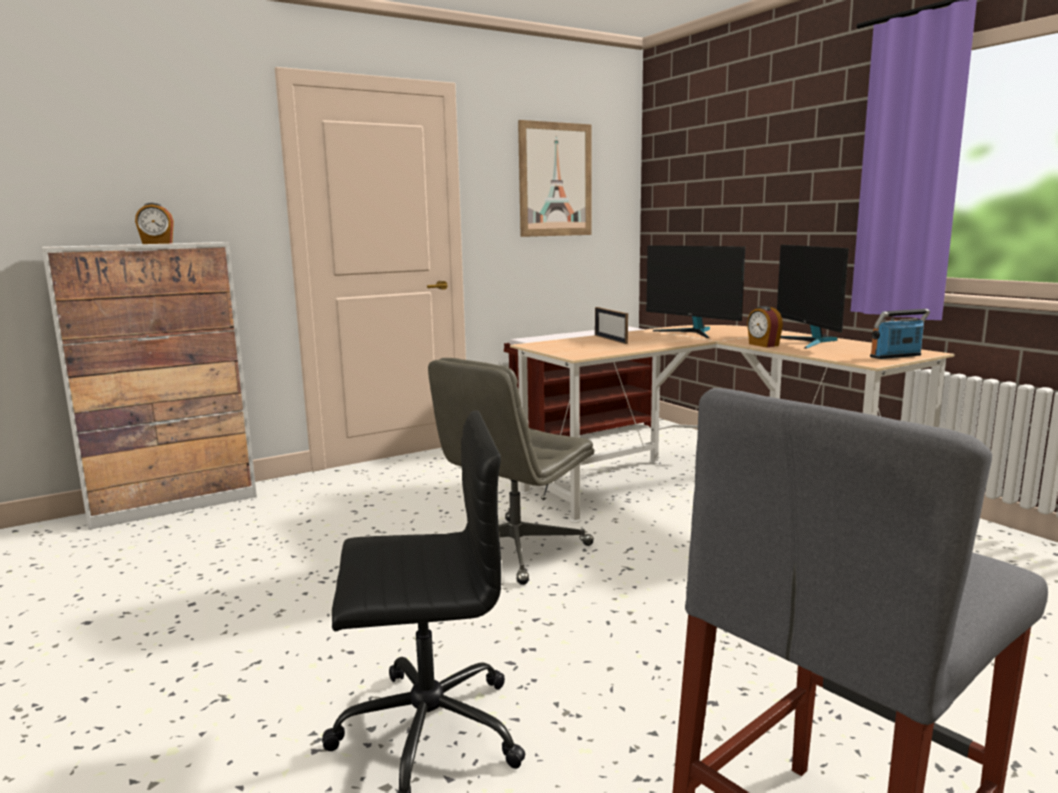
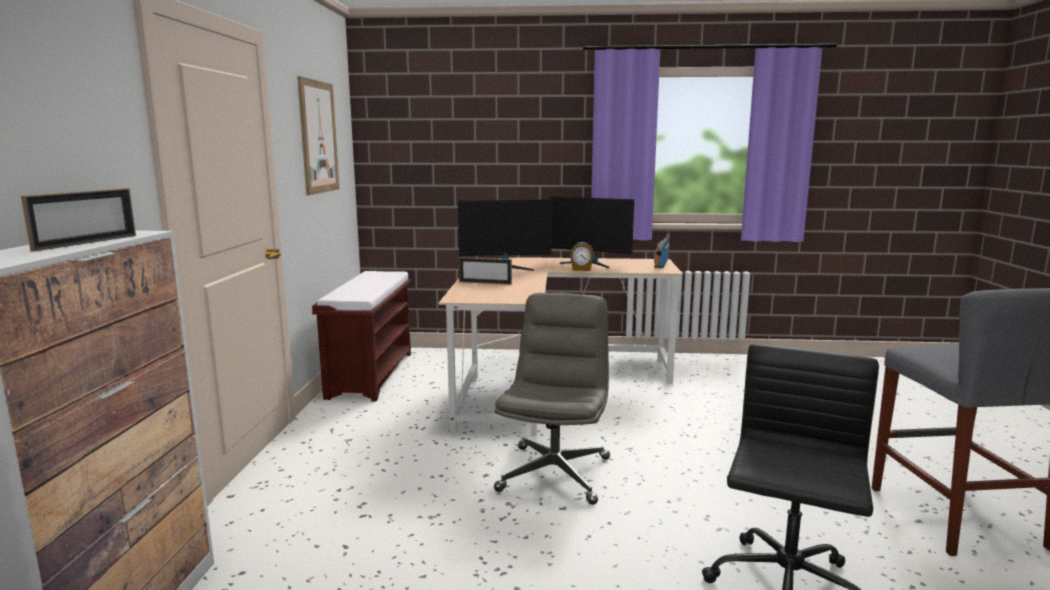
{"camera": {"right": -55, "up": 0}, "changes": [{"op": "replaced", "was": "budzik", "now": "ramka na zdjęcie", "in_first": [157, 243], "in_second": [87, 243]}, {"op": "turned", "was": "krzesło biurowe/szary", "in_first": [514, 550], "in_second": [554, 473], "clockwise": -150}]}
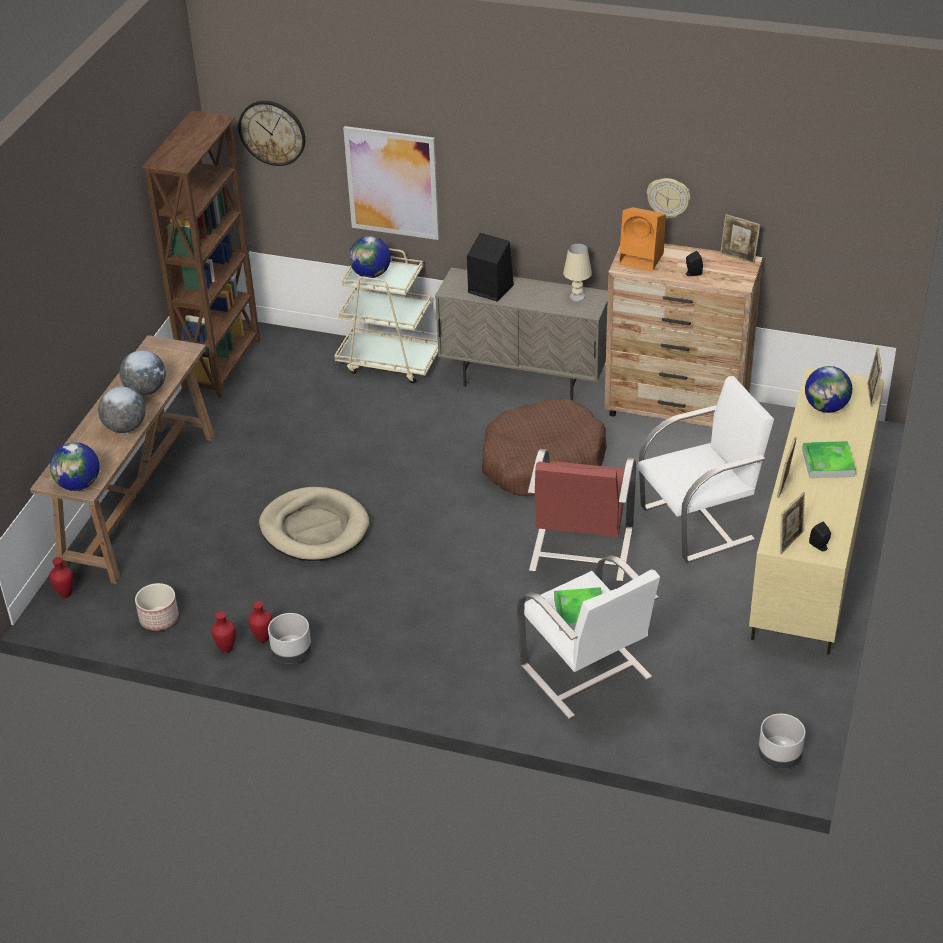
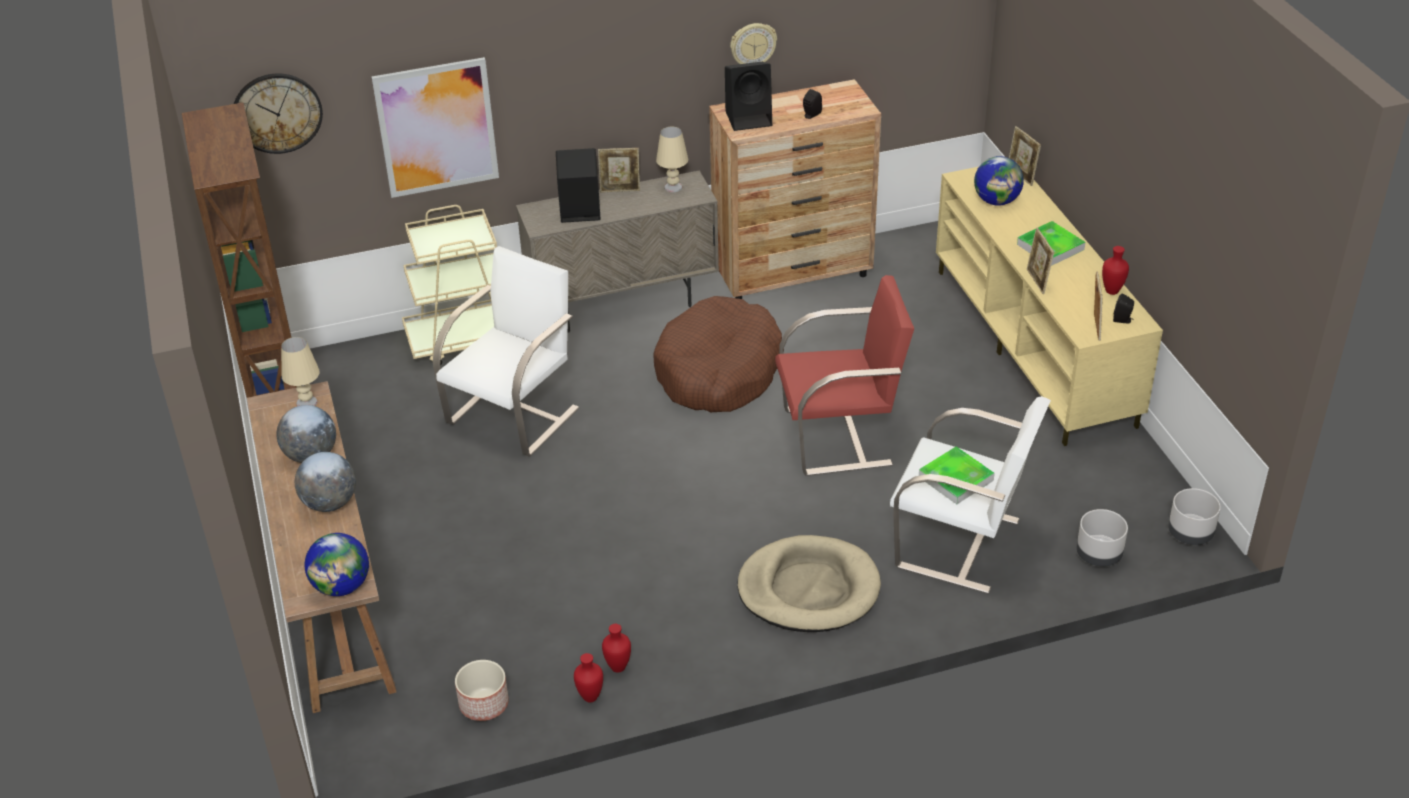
{"camera": {"right": -35, "up": 0}, "changes": [{"op": "recoloured", "was": "głośnik/pomarańczowy", "now": "głośnik/czarny", "in_first": [642, 259], "in_second": [750, 118]}, {"op": "moved", "was": "ramka na zdjęcie", "in_first": [738, 257], "in_second": [620, 190]}, {"op": "removed", "was": "globus", "in_first": [371, 274]}, {"op": "moved", "was": "fotel/biały", "in_first": [698, 523], "in_second": [514, 415]}, {"op": "turned", "was": "fotel/czerwony", "in_first": [581, 550], "in_second": [839, 436], "clockwise": -75}, {"op": "moved", "was": "legowisko/beżowy", "in_first": [314, 528], "in_second": [808, 589]}, {"op": "moved", "was": "wazon/czerwony", "in_first": [65, 595], "in_second": [1112, 292]}, {"op": "moved", "was": "donica/szary", "in_first": [291, 653], "in_second": [1098, 555]}, {"op": "added", "now": "lampa stołowa/beżowy", "in_second": [307, 402]}]}
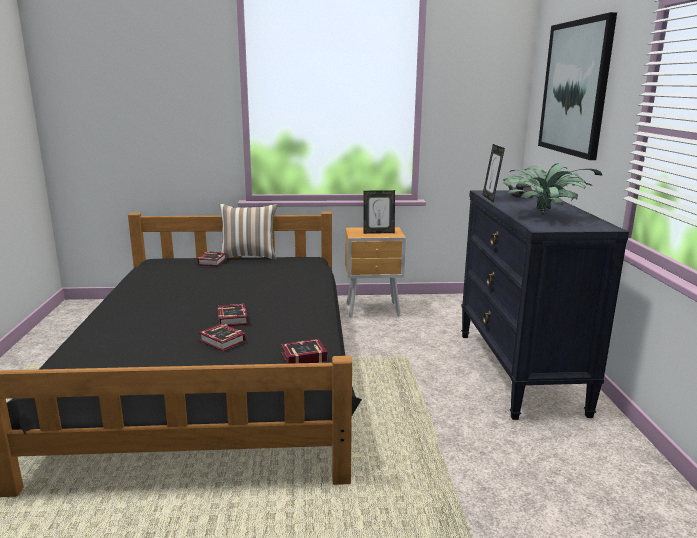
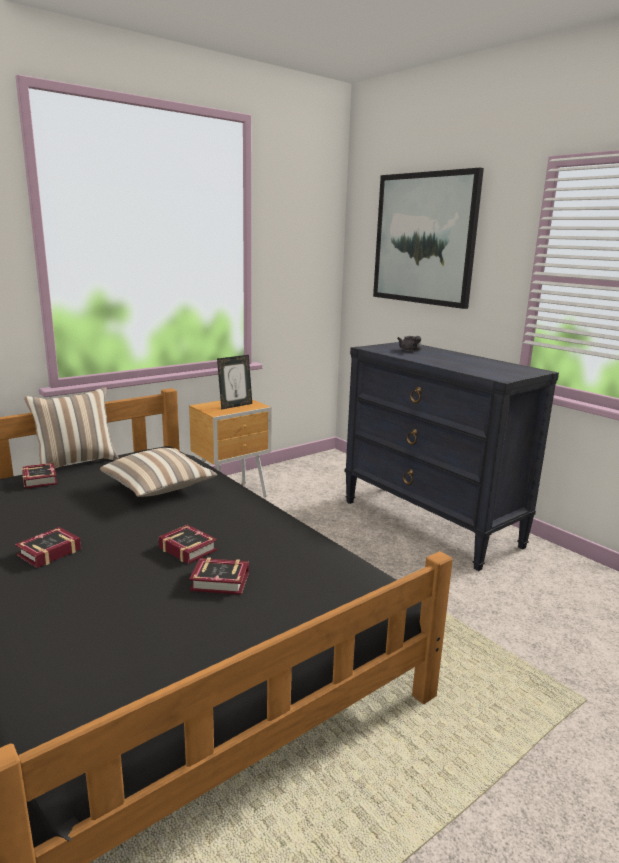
{"camera": {"right": -35, "up": 0}, "changes": [{"op": "removed", "was": "ramka na zdjęcie", "in_first": [490, 198]}, {"op": "removed", "was": "roślina doniczkowa", "in_first": [543, 216]}, {"op": "moved", "was": "książka", "in_first": [301, 357], "in_second": [46, 552]}, {"op": "added", "now": "poduszka", "in_second": [159, 488]}]}
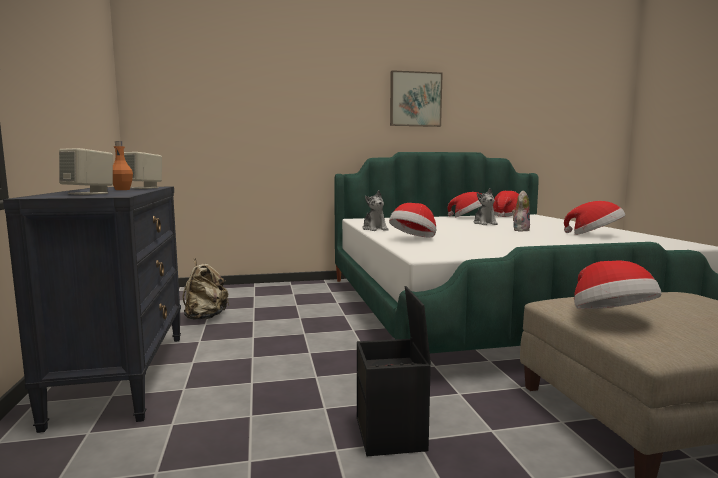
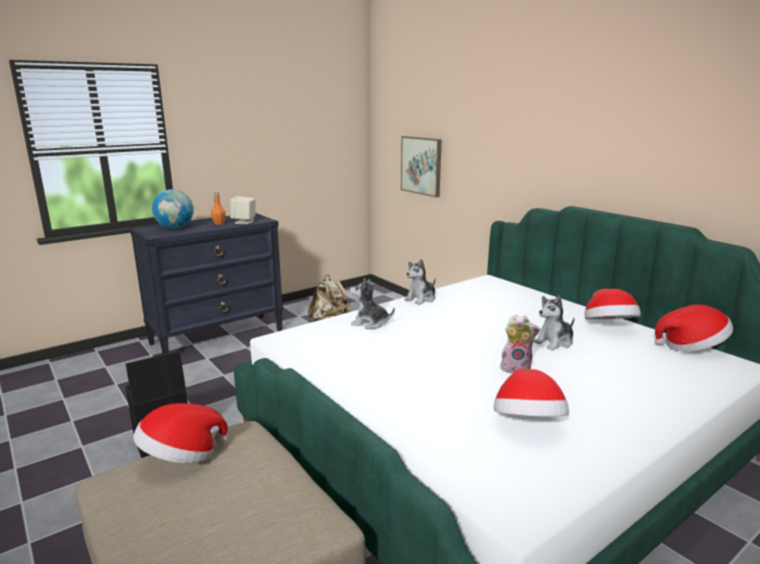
{"camera": {"right": 65, "up": 10}, "changes": [{"op": "moved", "was": "obraz", "in_first": [415, 99], "in_second": [421, 165]}, {"op": "replaced", "was": "głośnik/beżowy", "now": "globus", "in_first": [89, 193], "in_second": [175, 228]}, {"op": "replaced", "was": "kapelusz", "now": "pluszak", "in_first": [413, 239], "in_second": [370, 323]}]}
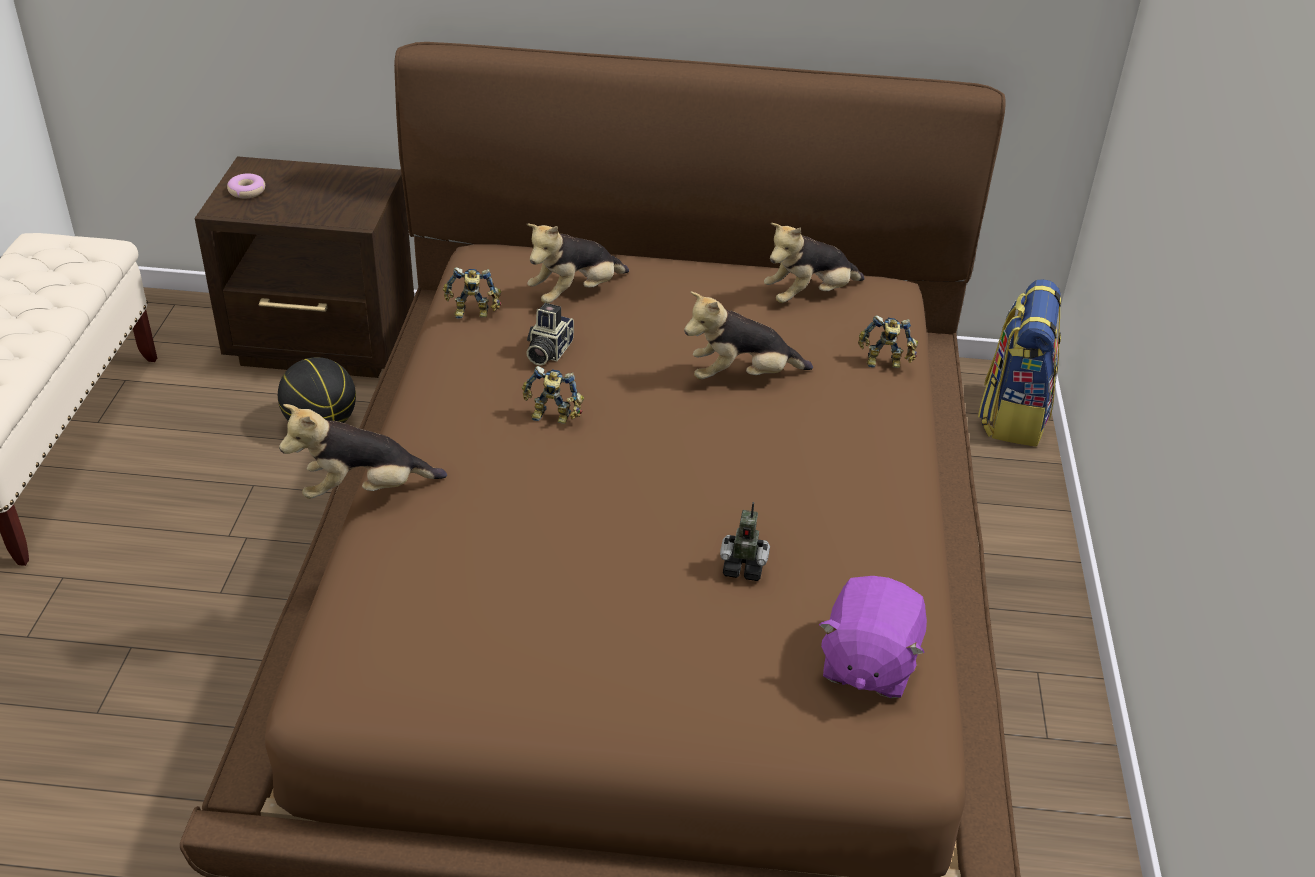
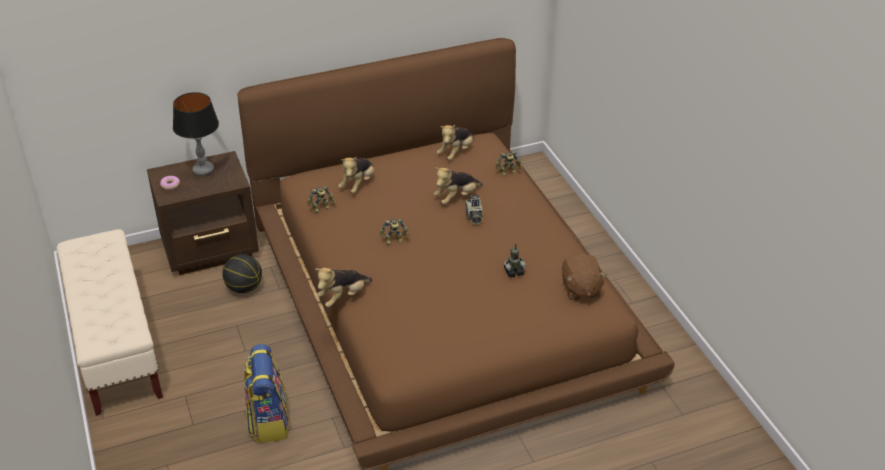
{"camera": {"right": -25, "up": 0}, "changes": [{"op": "moved", "was": "plecak", "in_first": [1012, 415], "in_second": [268, 420]}, {"op": "moved", "was": "aparat fotograficzny", "in_first": [547, 351], "in_second": [473, 217]}, {"op": "recoloured", "was": "pluszak/fioletowy", "now": "pluszak/brązowy", "in_first": [867, 663], "in_second": [580, 289]}, {"op": "added", "now": "lampa stołowa", "in_second": [203, 170]}]}
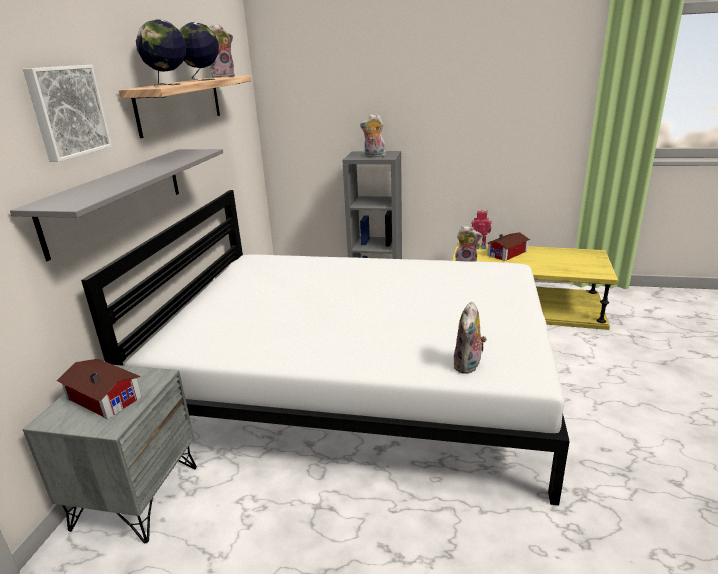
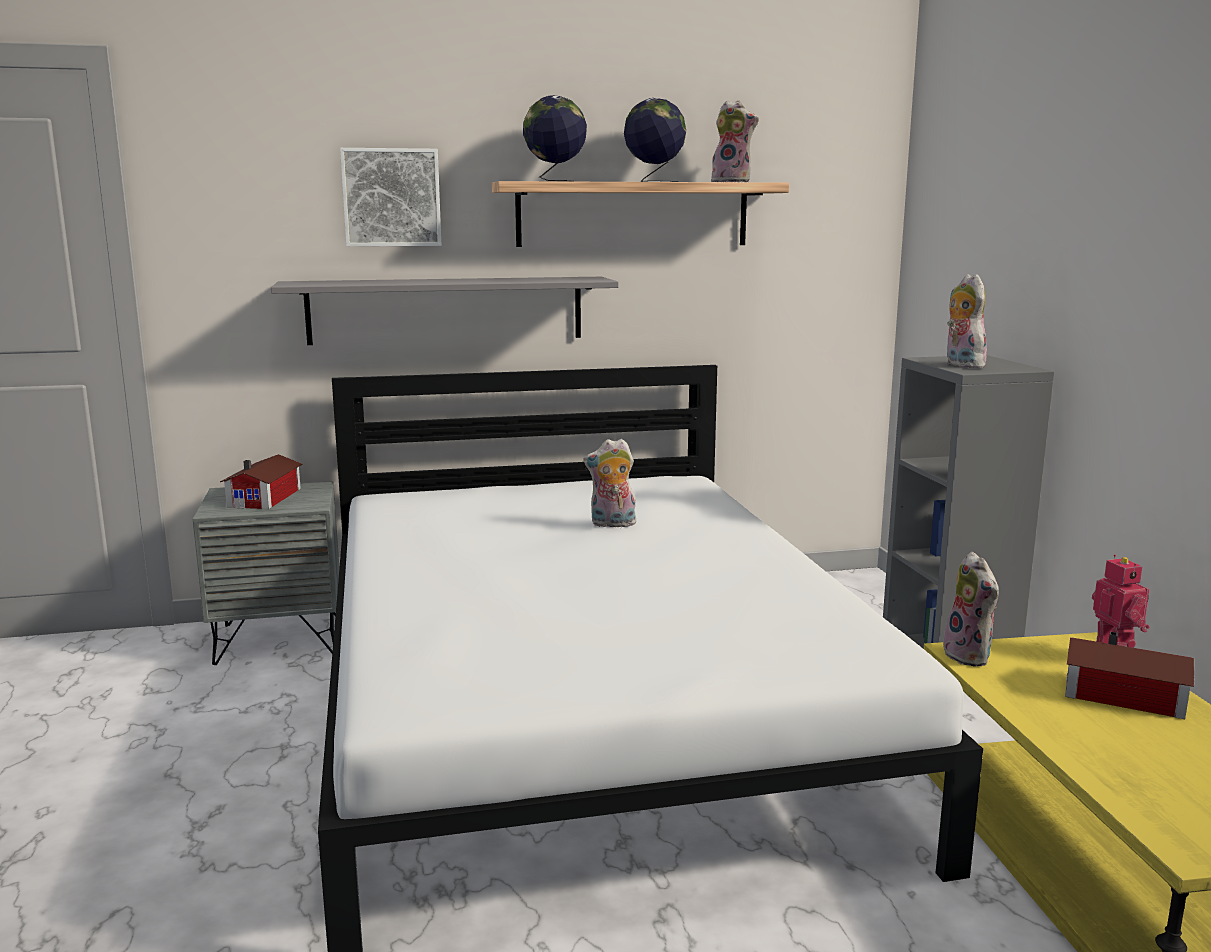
{"camera": {"right": 65, "up": -10}, "changes": [{"op": "moved", "was": "pluszak", "in_first": [468, 366], "in_second": [612, 524]}]}
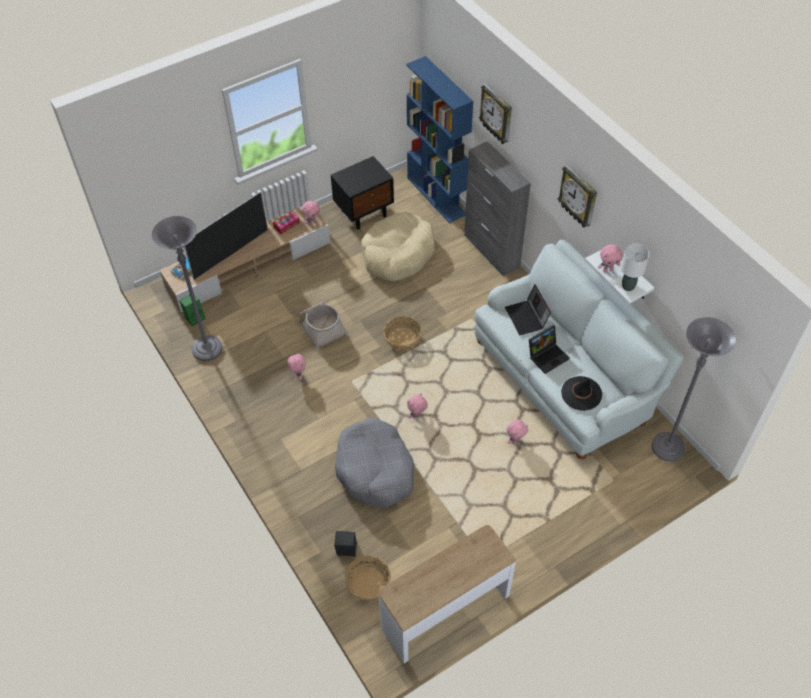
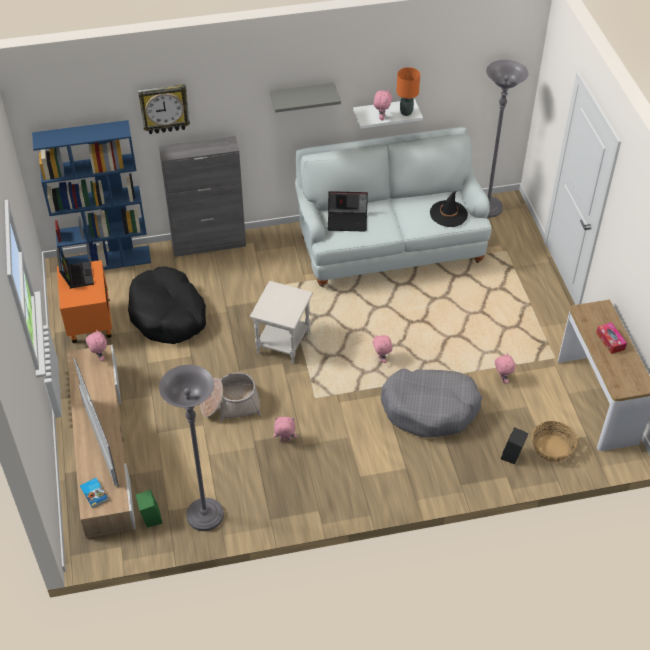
{"camera": {"right": -70, "up": -5}, "changes": [{"op": "recoloured", "was": "szafka nocna/czarny", "now": "szafka nocna/pomarańczowy", "in_first": [364, 213], "in_second": [90, 324]}, {"op": "replaced", "was": "zegar ścienny", "now": "półka/szary", "in_first": [578, 197], "in_second": [302, 96]}, {"op": "moved", "was": "pudełko chusteczek", "in_first": [286, 225], "in_second": [610, 341]}, {"op": "recoloured", "was": "legowisko/beżowy", "now": "legowisko/czarny", "in_first": [397, 254], "in_second": [168, 314]}, {"op": "recoloured", "was": "lampa stołowa/biały", "now": "lampa stołowa/pomarańczowy", "in_first": [628, 287], "in_second": [406, 112]}, {"op": "replaced", "was": "koszyk", "now": "stolik/biały", "in_first": [402, 339], "in_second": [282, 343]}, {"op": "moved", "was": "laptop", "in_first": [547, 355], "in_second": [76, 275]}, {"op": "moved", "was": "pluszak/różowy", "in_first": [515, 441], "in_second": [502, 379]}]}
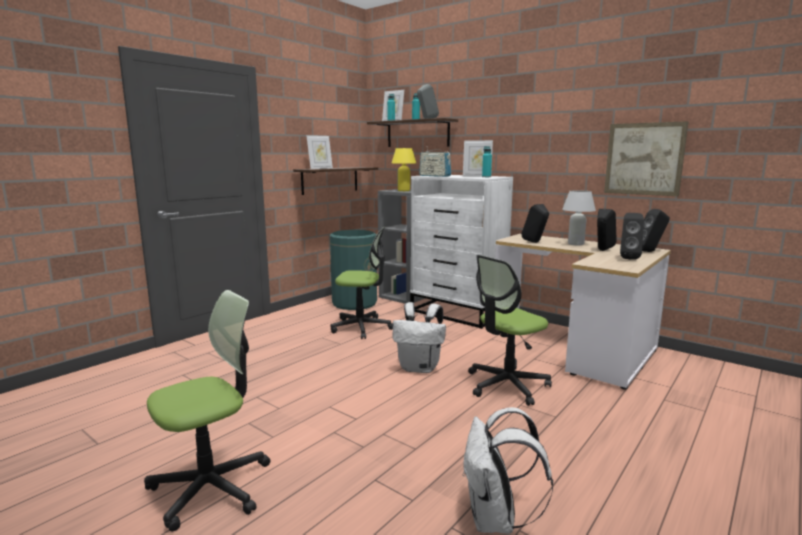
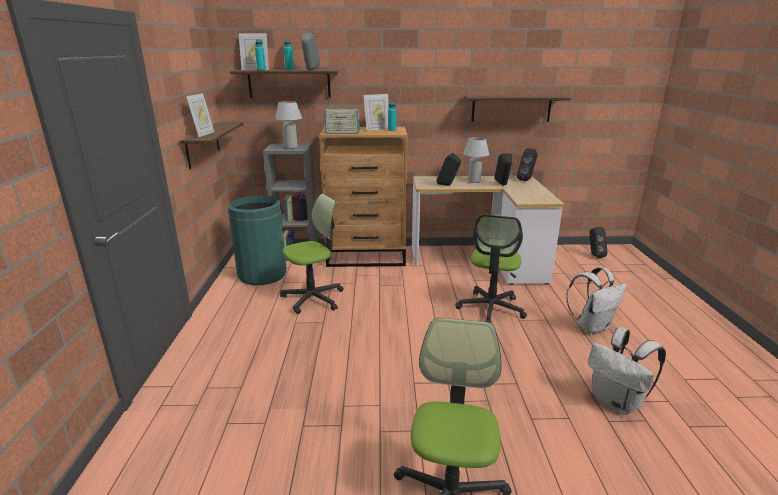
{"camera": {"right": -40, "up": 10}, "changes": [{"op": "replaced", "was": "obraz", "now": "półka", "in_first": [644, 159], "in_second": [511, 108]}, {"op": "recoloured", "was": "lampa stołowa/żółty", "now": "lampa stołowa/biały", "in_first": [403, 190], "in_second": [291, 147]}, {"op": "recoloured", "was": "komoda/biały", "now": "komoda/brązowy", "in_first": [458, 313], "in_second": [367, 257]}, {"op": "moved", "was": "głośnik/czarny", "in_first": [629, 258], "in_second": [594, 255]}, {"op": "moved", "was": "plecak/biały", "in_first": [420, 368], "in_second": [591, 327]}]}
